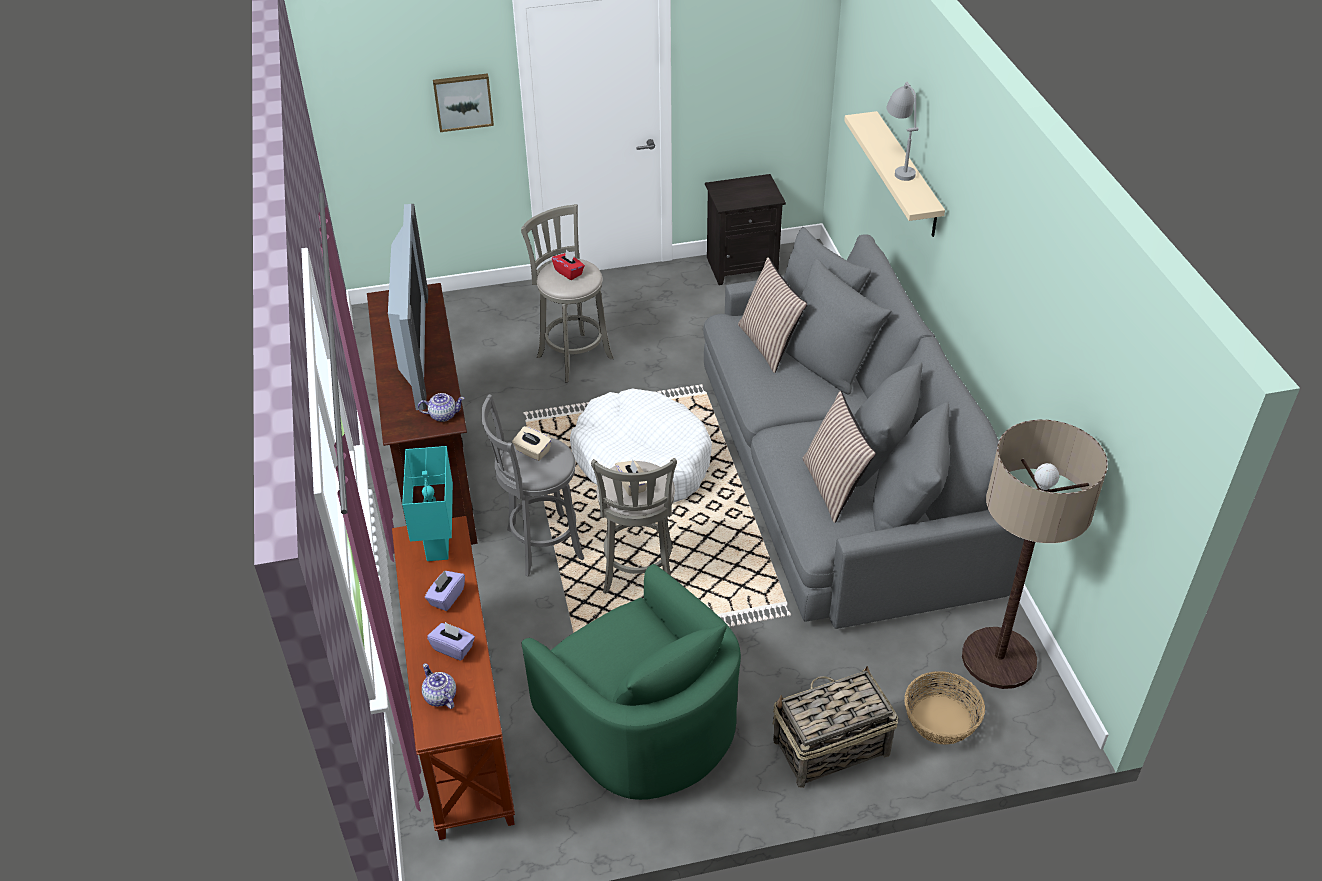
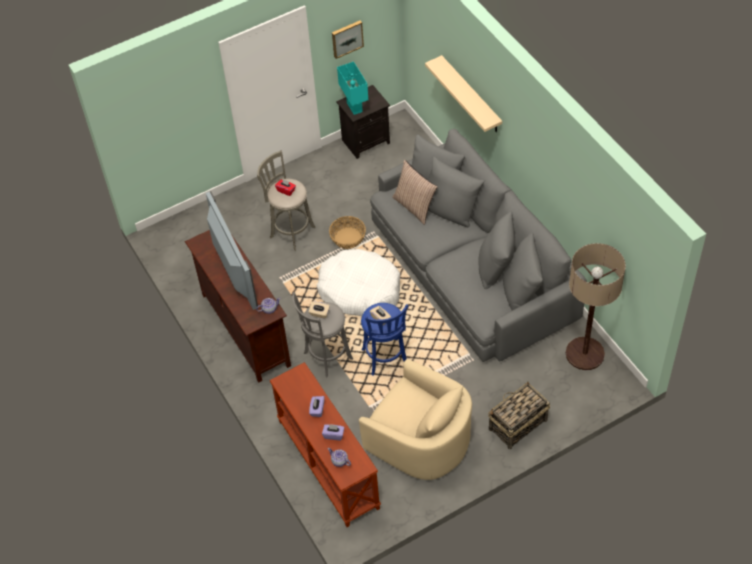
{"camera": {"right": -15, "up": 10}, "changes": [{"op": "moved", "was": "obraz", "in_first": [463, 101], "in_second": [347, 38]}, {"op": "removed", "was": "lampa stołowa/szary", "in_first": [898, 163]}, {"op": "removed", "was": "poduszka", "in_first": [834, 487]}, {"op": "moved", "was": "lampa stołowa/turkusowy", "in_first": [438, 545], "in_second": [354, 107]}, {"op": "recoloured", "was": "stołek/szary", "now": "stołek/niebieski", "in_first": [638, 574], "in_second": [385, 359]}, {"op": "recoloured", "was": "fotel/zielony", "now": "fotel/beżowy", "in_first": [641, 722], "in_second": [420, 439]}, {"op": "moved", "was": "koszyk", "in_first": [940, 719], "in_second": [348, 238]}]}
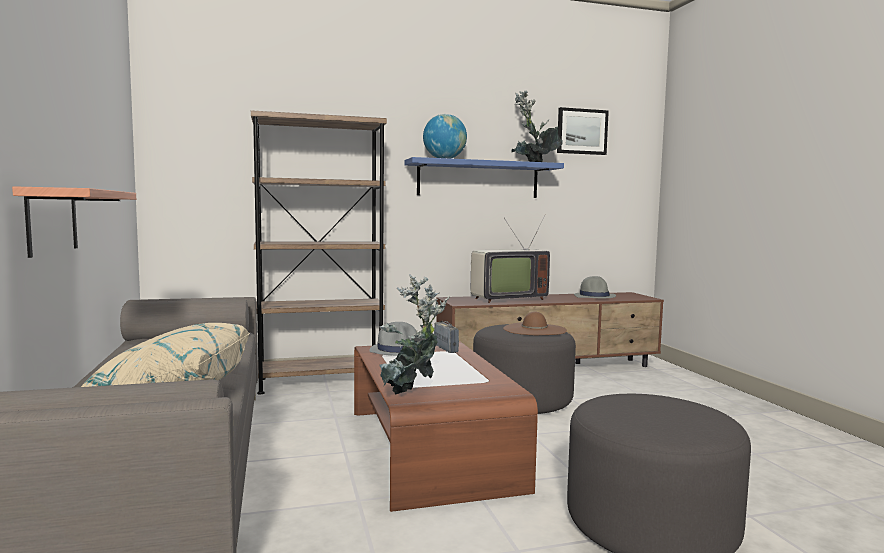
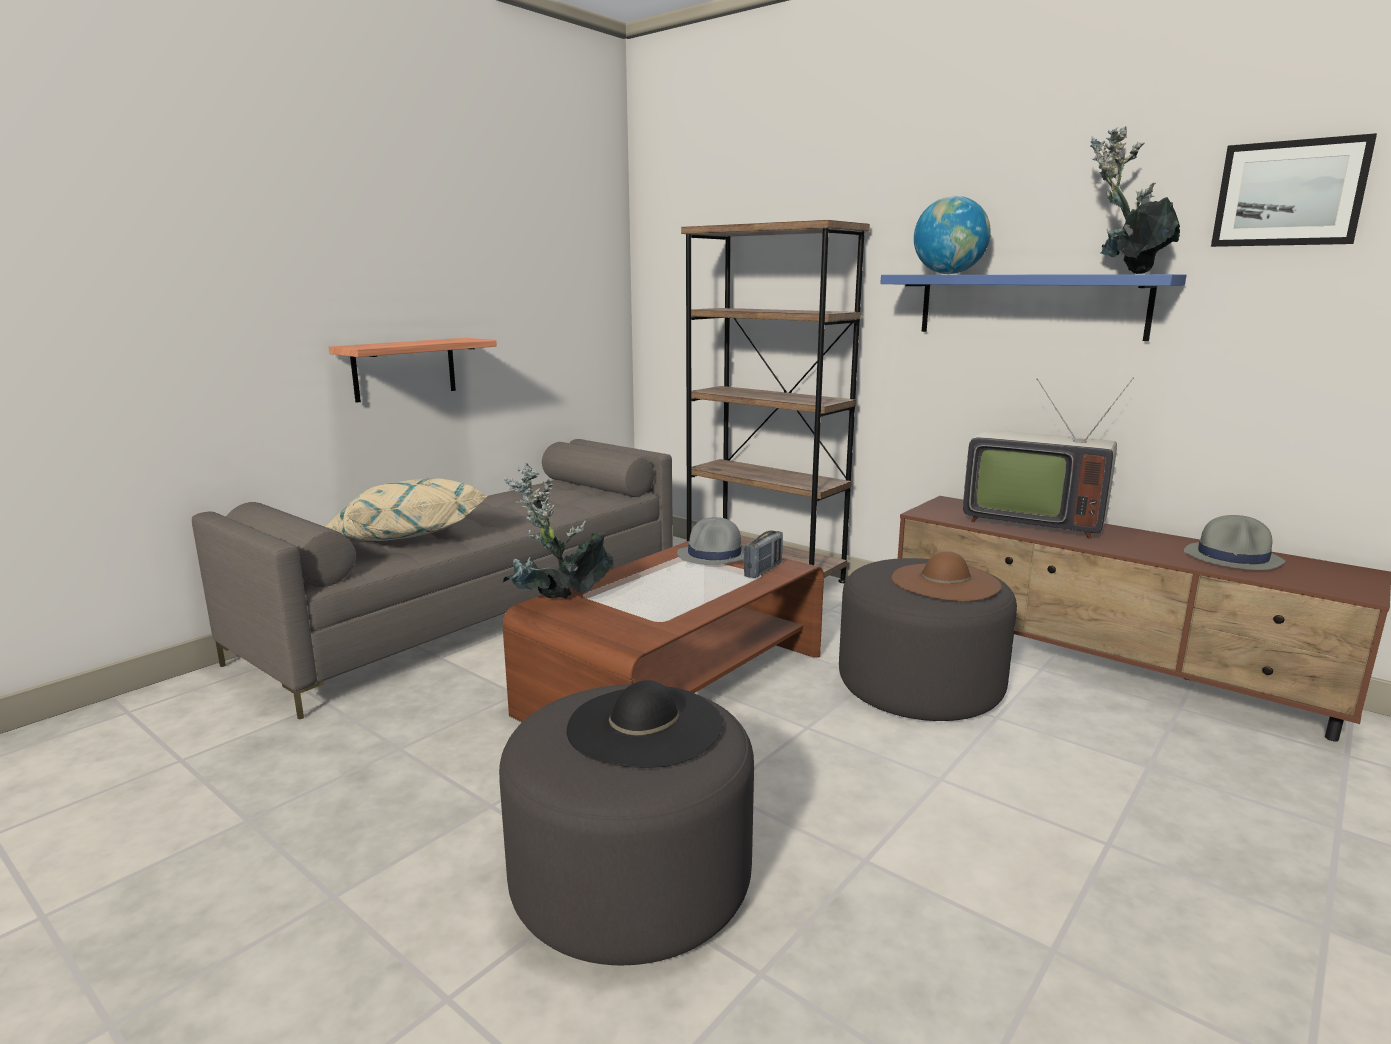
{"camera": {"right": 55, "up": 10}, "changes": [{"op": "added", "now": "kapelusz/czarny", "in_second": [645, 726]}]}
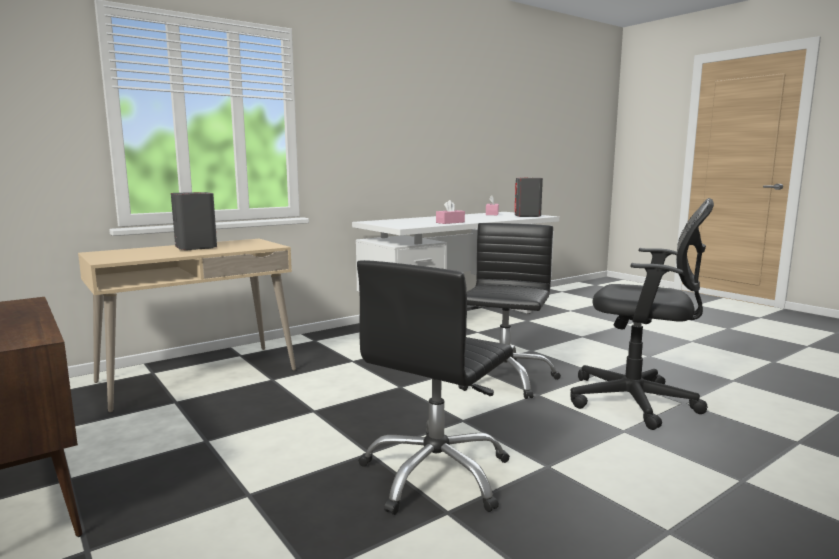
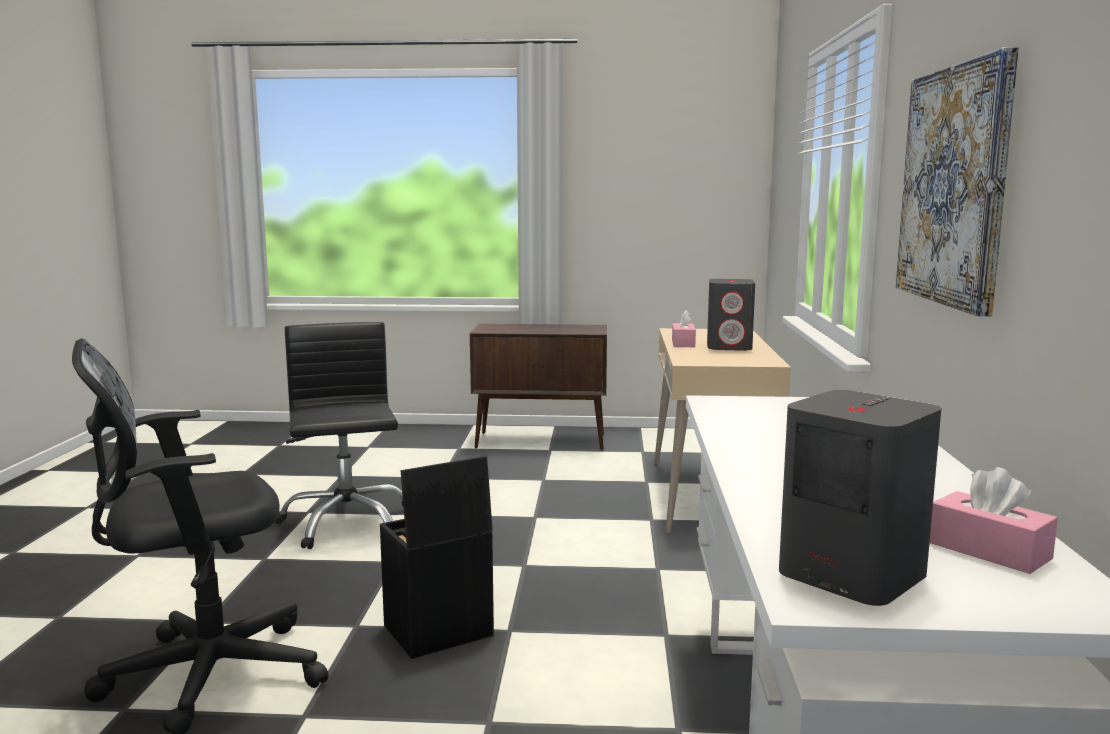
{"camera": {"right": 130, "up": 0}, "changes": [{"op": "moved", "was": "pudełko chusteczek/różowy", "in_first": [450, 222], "in_second": [683, 343]}, {"op": "replaced", "was": "krzesło biurowe/czarny", "now": "pojemnik do przechowywania/czarny", "in_first": [503, 377], "in_second": [437, 632]}, {"op": "added", "now": "obraz", "in_second": [954, 185]}]}
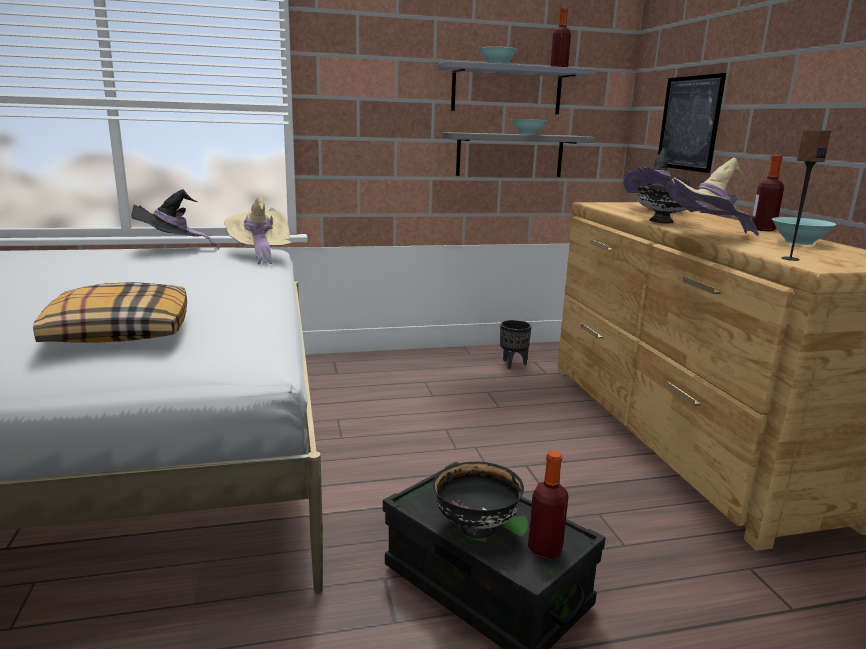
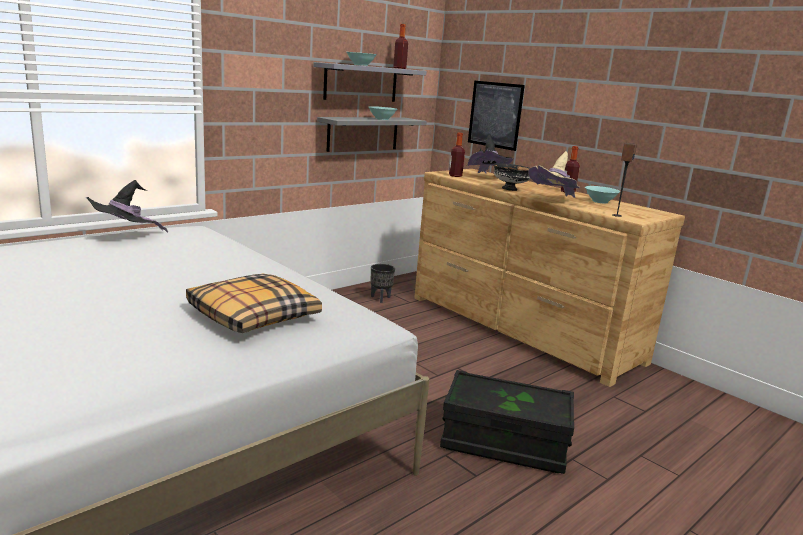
{"camera": {"right": -30, "up": 0}, "changes": [{"op": "removed", "was": "kapelusz/beżowy", "in_first": [260, 254]}, {"op": "moved", "was": "butelka", "in_first": [544, 549], "in_second": [455, 176]}, {"op": "removed", "was": "miska/czarny", "in_first": [475, 528]}]}
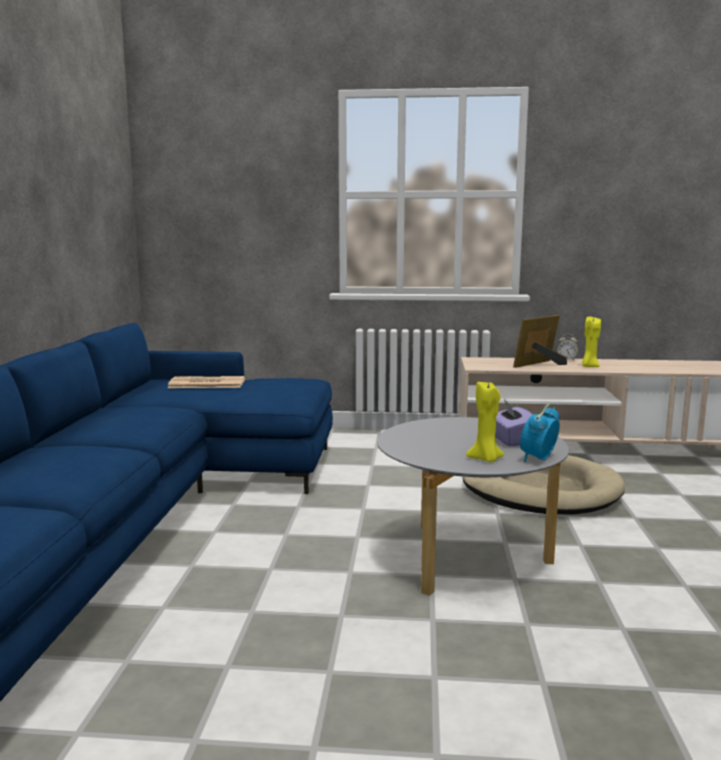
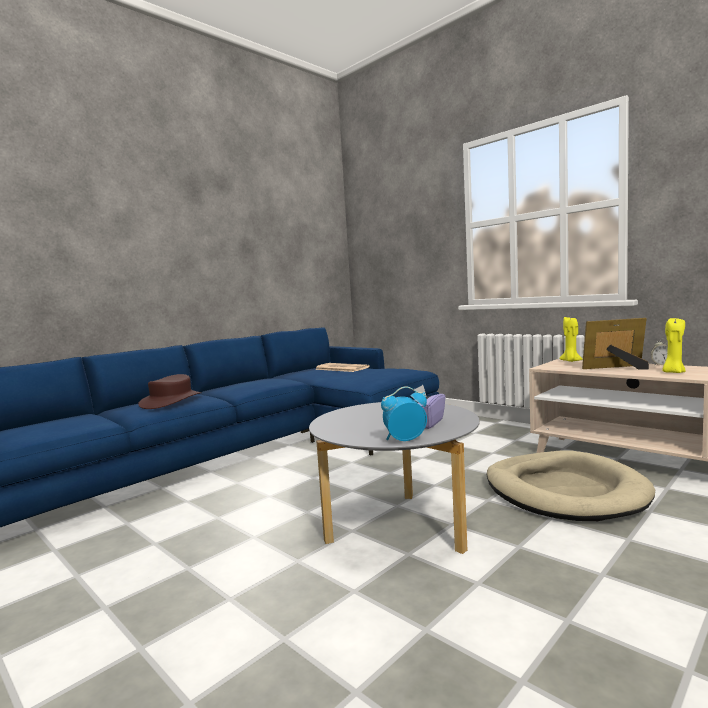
{"camera": {"right": 40, "up": -5}, "changes": [{"op": "moved", "was": "świeca/żółty", "in_first": [485, 459], "in_second": [570, 361]}, {"op": "added", "now": "kapelusz/brązowy", "in_second": [171, 401]}]}
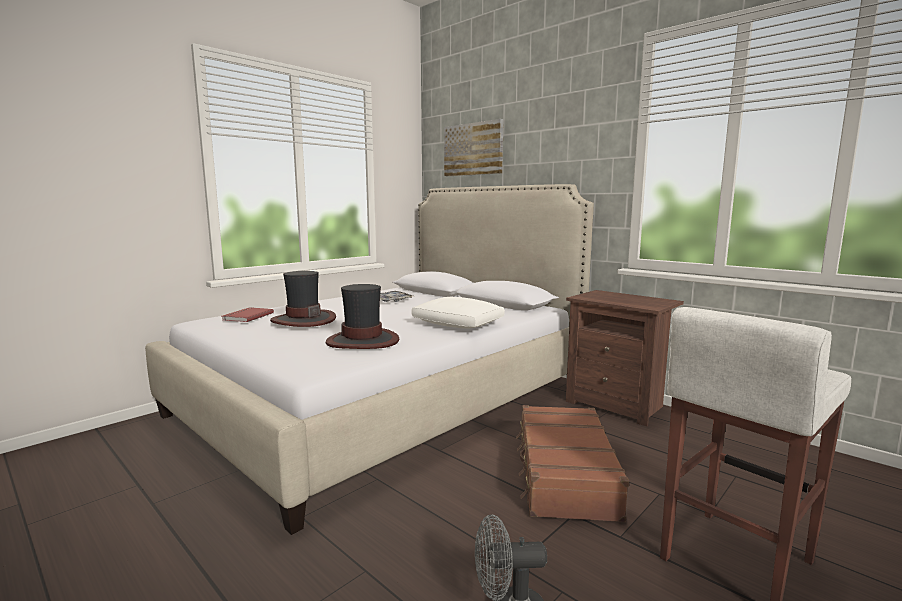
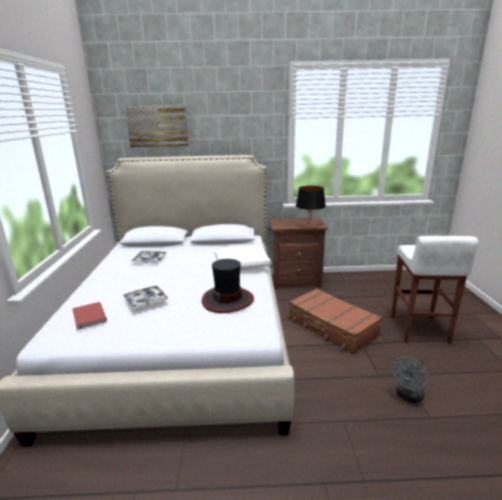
{"camera": {"right": -45, "up": 10}, "changes": [{"op": "replaced", "was": "kapelusz", "now": "taca", "in_first": [303, 320], "in_second": [146, 301]}, {"op": "added", "now": "lampa stołowa/czarny", "in_second": [310, 224]}]}
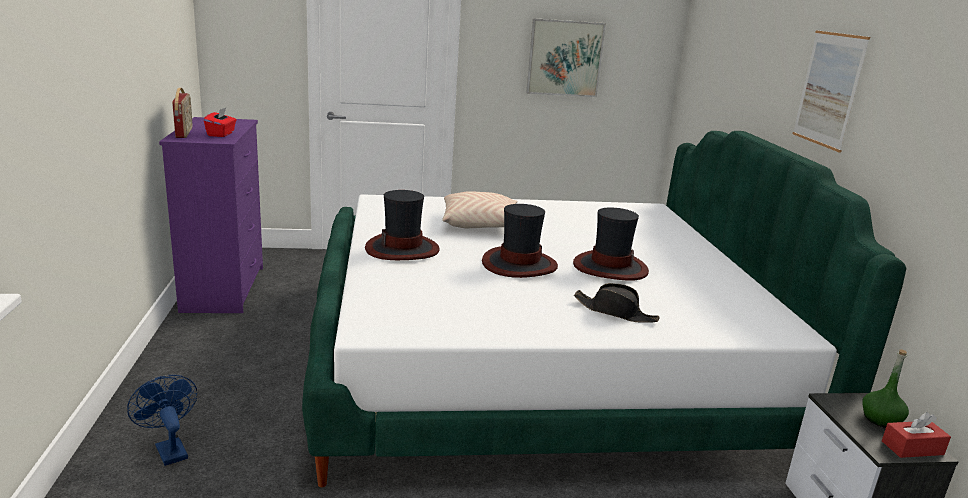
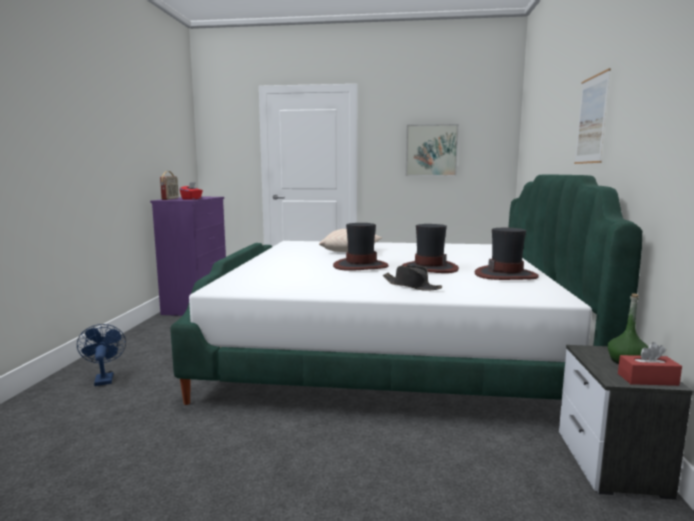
{"camera": {"right": 15, "up": -10}, "changes": [{"op": "moved", "was": "kapelusz", "in_first": [402, 249], "in_second": [506, 275]}]}
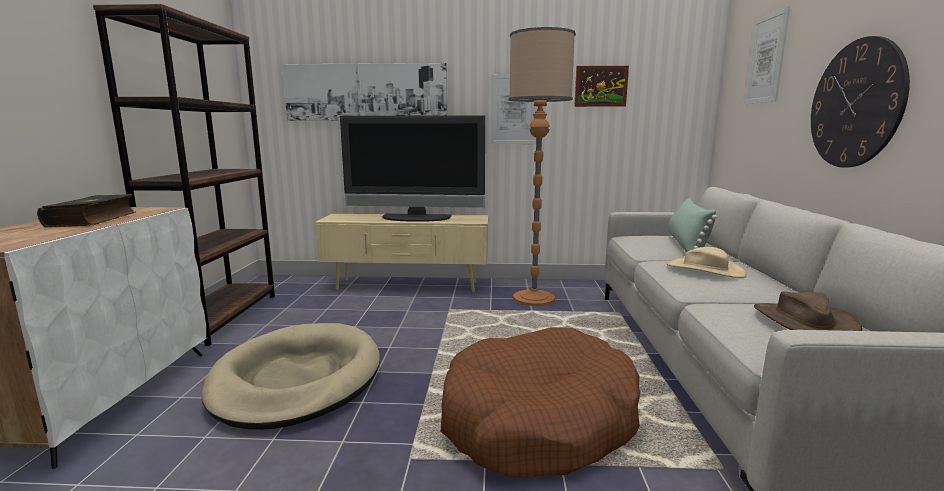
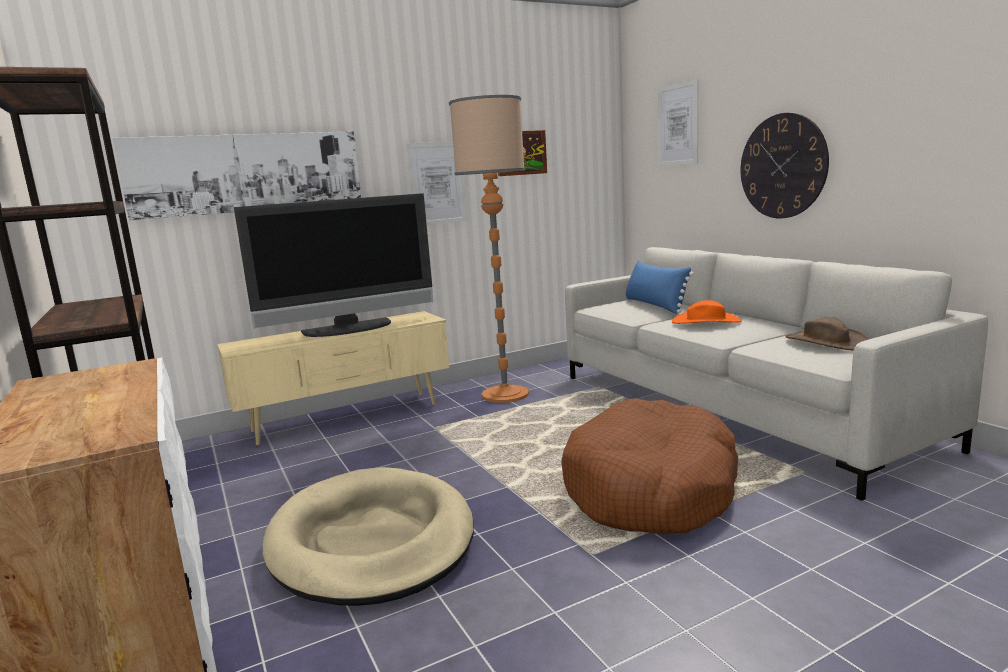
{"camera": {"right": -30, "up": 0}, "changes": [{"op": "removed", "was": "książka", "in_first": [93, 220]}, {"op": "recoloured", "was": "poduszka/zielony", "now": "poduszka/niebieski", "in_first": [686, 245], "in_second": [655, 305]}, {"op": "recoloured", "was": "kapelusz/beżowy", "now": "kapelusz/pomarańczowy", "in_first": [705, 270], "in_second": [706, 321]}]}
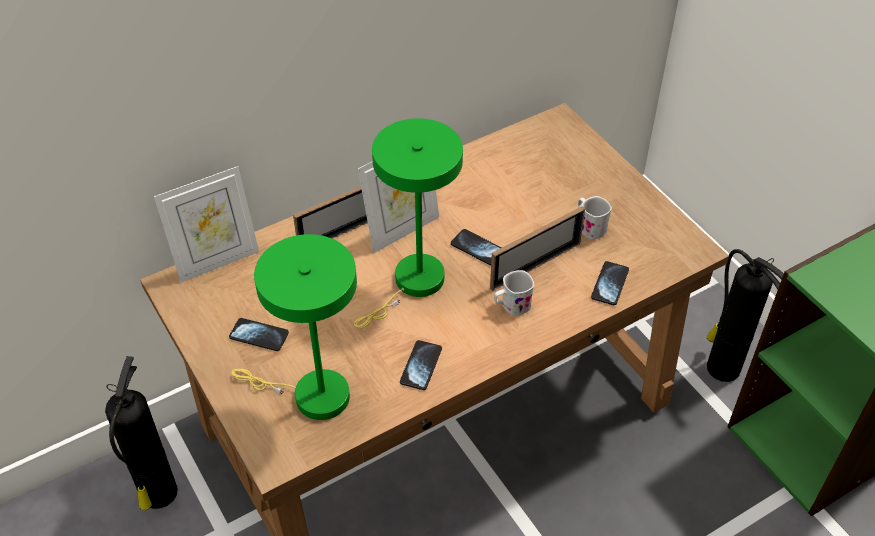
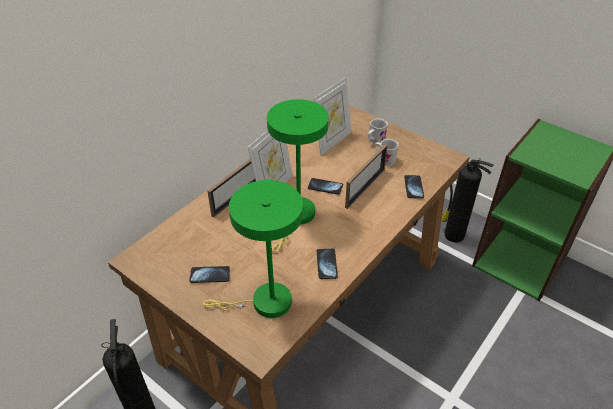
{"camera": {"right": -20, "up": -5}, "changes": [{"op": "moved", "was": "ramka na zdjęcie", "in_first": [217, 261], "in_second": [332, 141]}, {"op": "moved", "was": "kubek/biały", "in_first": [511, 306], "in_second": [375, 141]}]}
